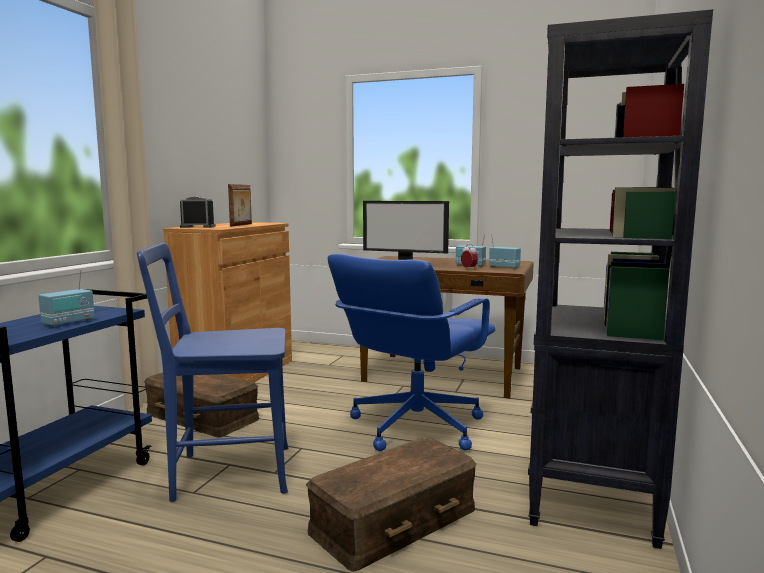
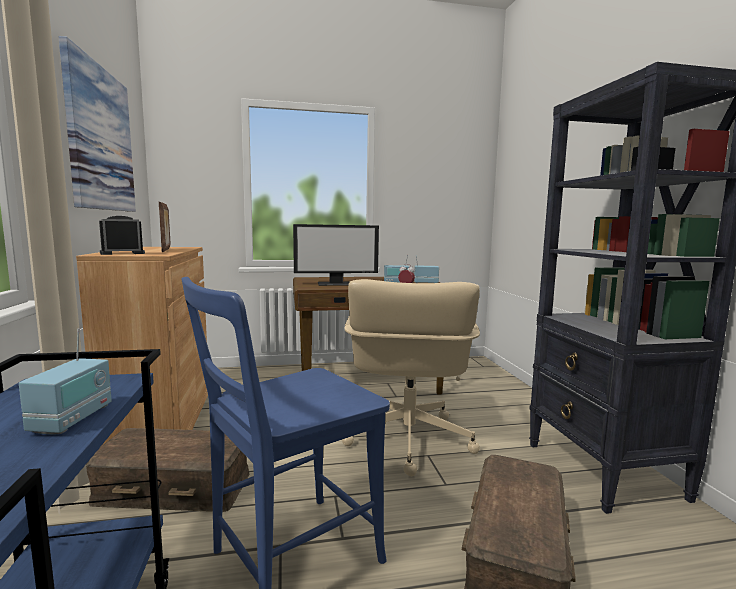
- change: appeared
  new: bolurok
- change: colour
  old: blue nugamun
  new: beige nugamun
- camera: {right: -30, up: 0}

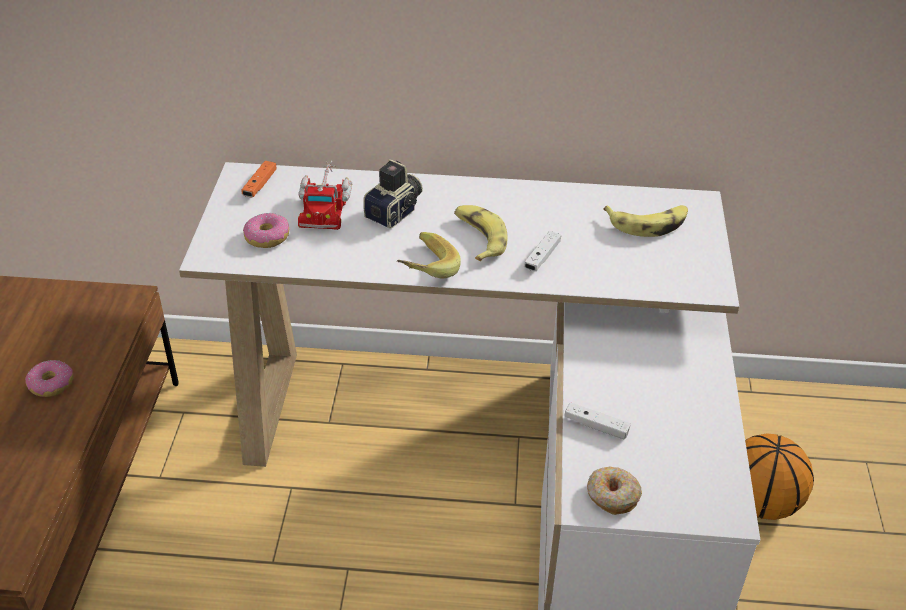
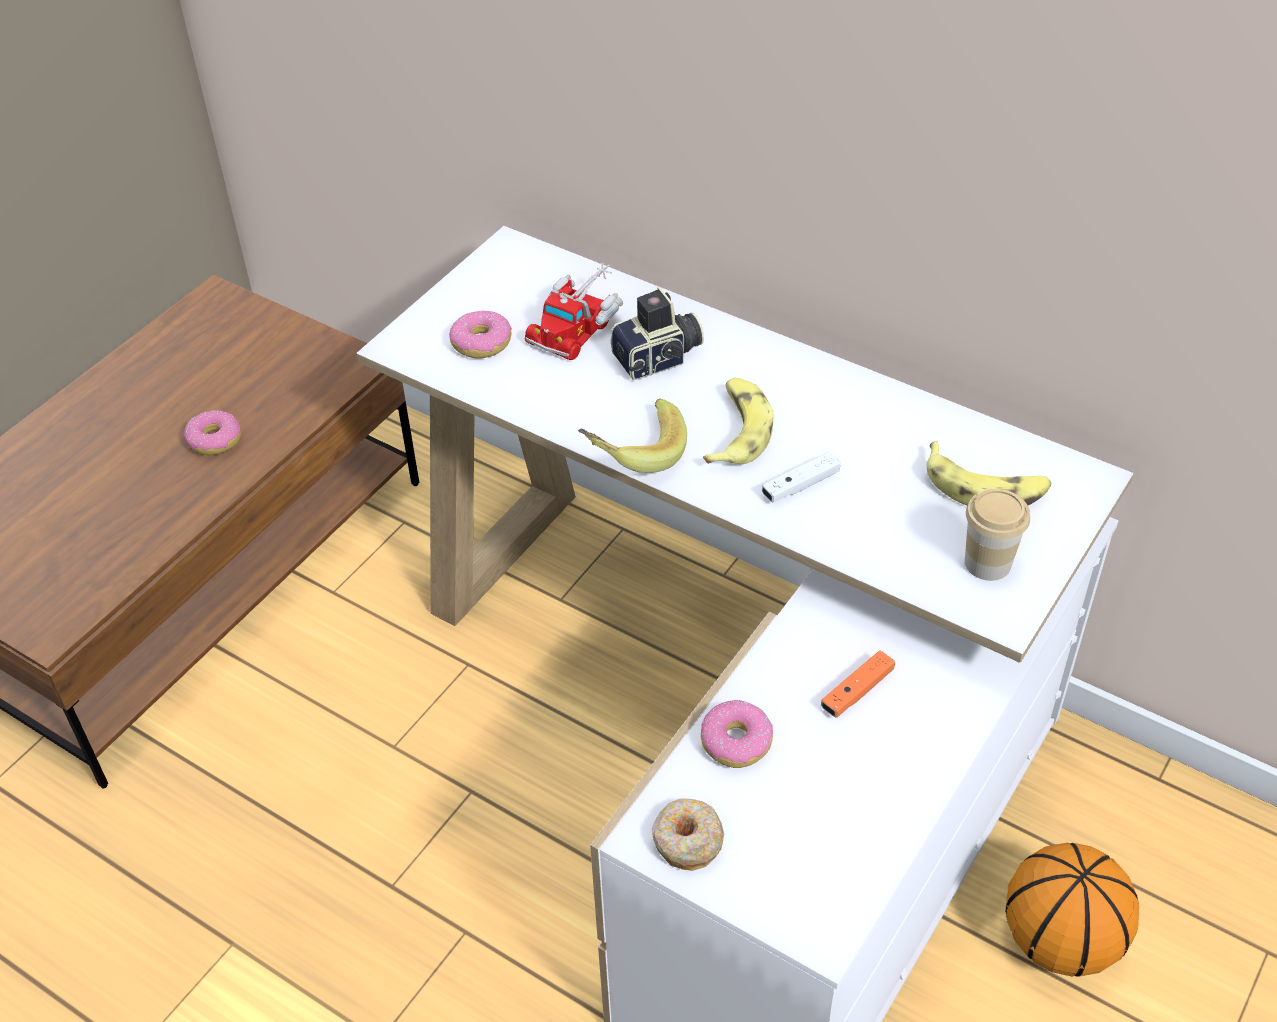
- change: exchanged
  old: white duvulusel (no. 2 from left)
  new: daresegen (no. 4 from left)
- change: relocated
  old: orange duvulusel
- change: appeared
  new: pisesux
- camera: {right: 30, up: 5}

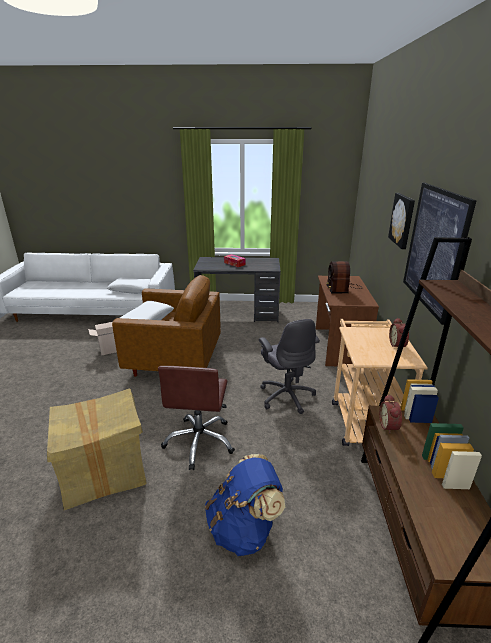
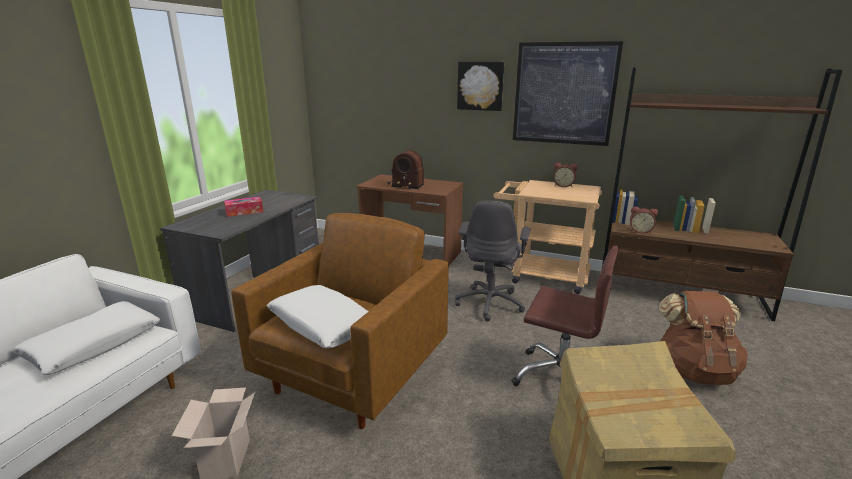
- change: spun
  old: grey nugamun
  degrees: 105
- change: colour
  old: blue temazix
  new: brown temazix
- camera: {right: -70, up: -5}

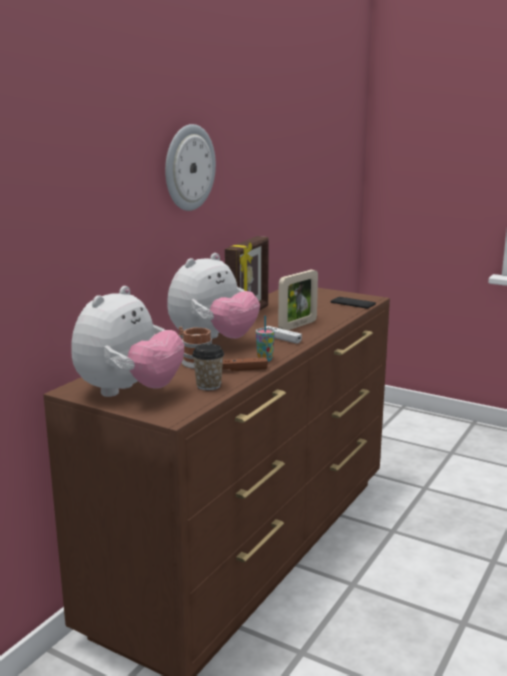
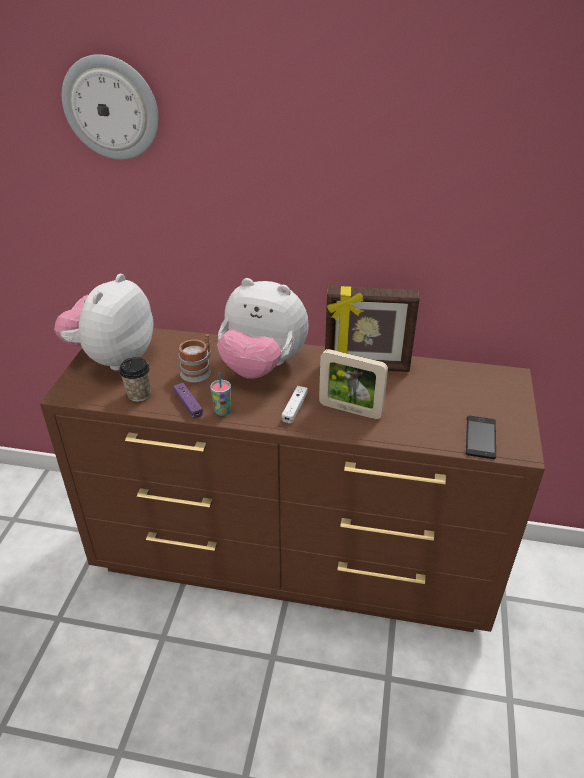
- change: spun
  old: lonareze (no. 1 from left)
  degrees: 105
- change: relocated
  old: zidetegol
- change: colour
  old: brown duvulusel
  new: purple duvulusel
- camera: {right: 70, up: 20}

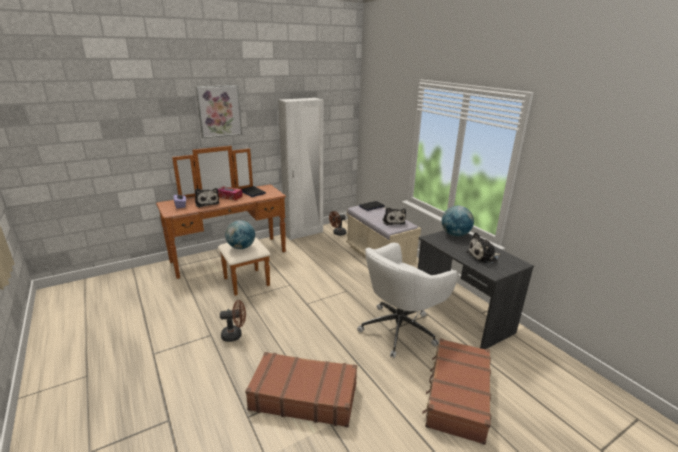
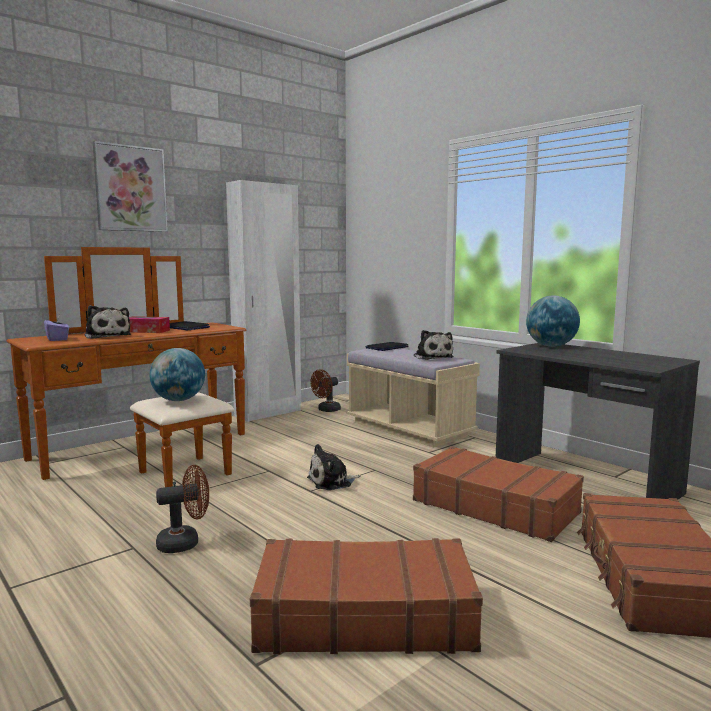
- change: relocated
  old: lonareze (no. 3 from left in the first image)
  new: lonareze (no. 2 from left)
- change: exchanged
  old: white nugamun
  new: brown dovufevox (no. 2 from left)
- camera: {right: -10, up: -15}

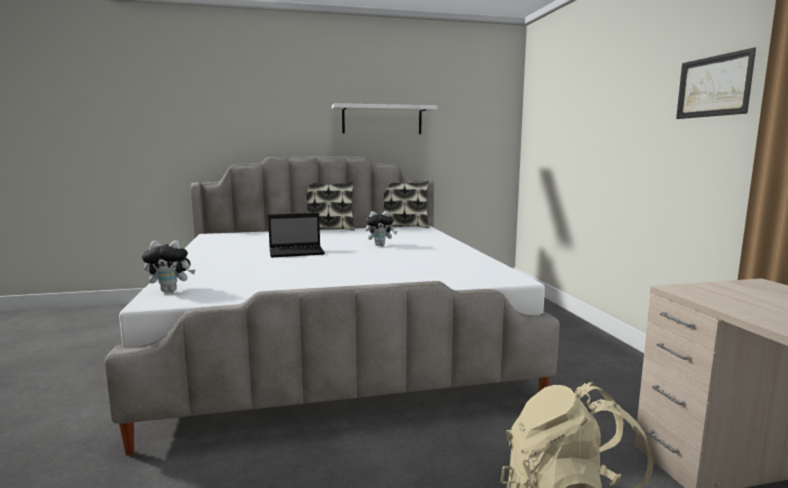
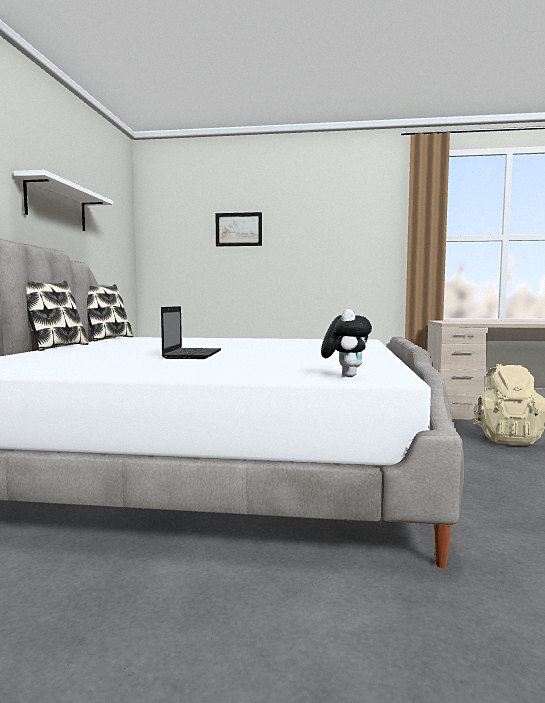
- change: relocated
  old: bolurok
- change: missing
  old: lonareze (no. 2 from left)
- camera: {right: -70, up: -5}

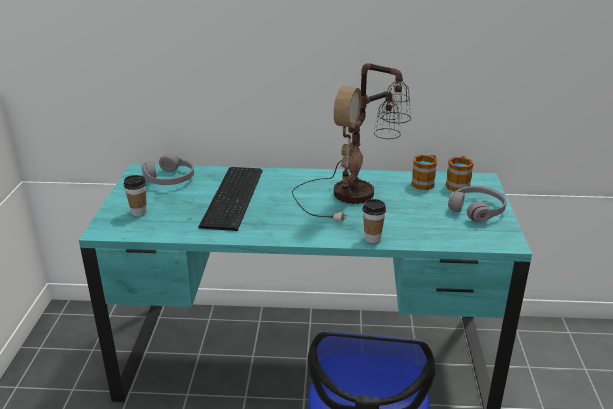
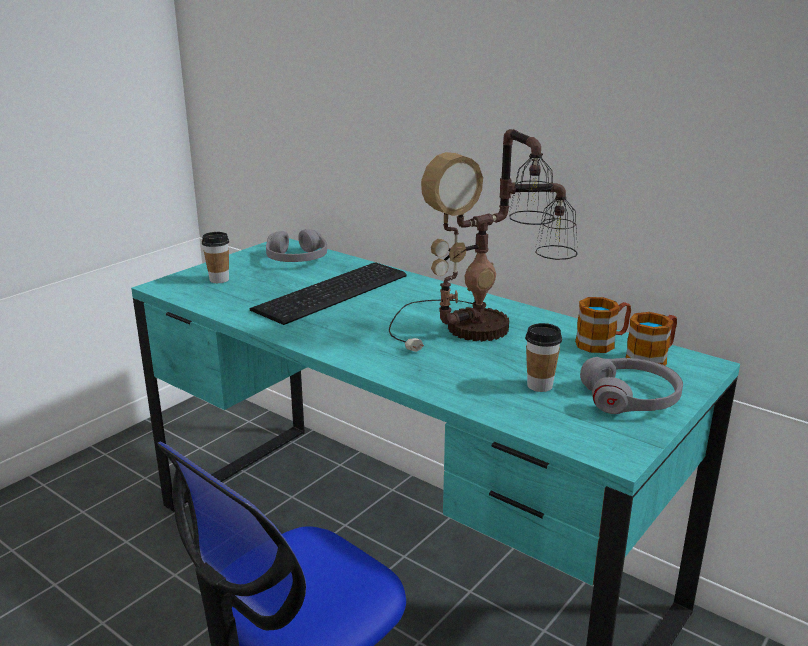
- change: relocated
  old: pisesux (no. 2 from left)
- camera: {right: 35, up: -5}

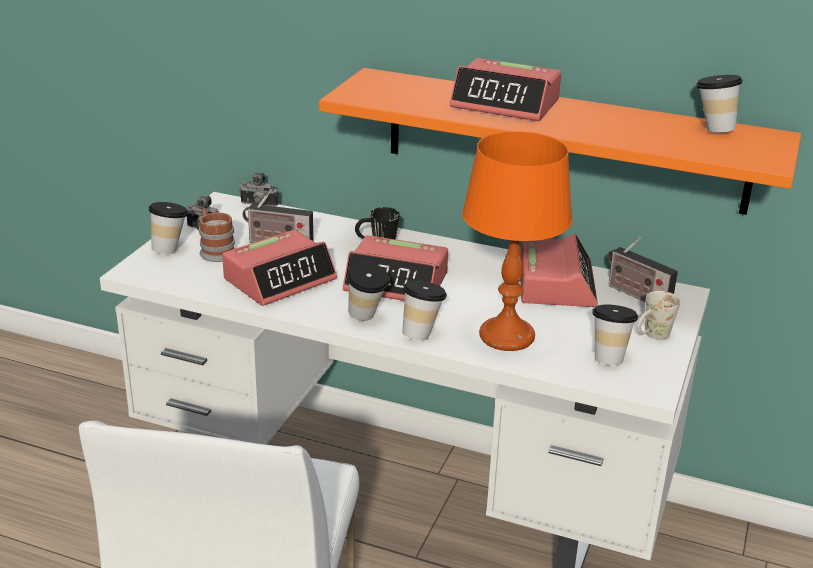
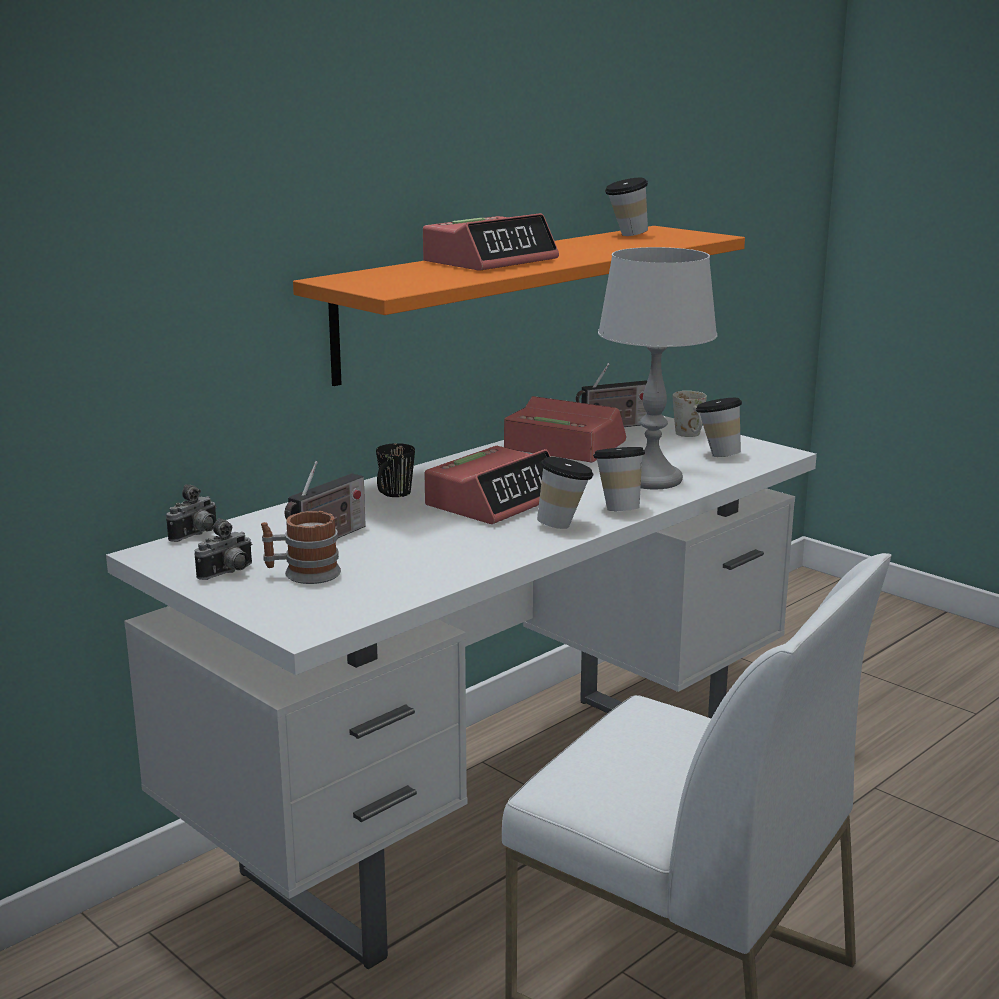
- change: colour
  old: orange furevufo
  new: grey furevufo
- change: missing
  old: pisesux (no. 1 from left)
- change: missing
  old: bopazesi (no. 1 from left)
- camera: {right: -65, up: -10}

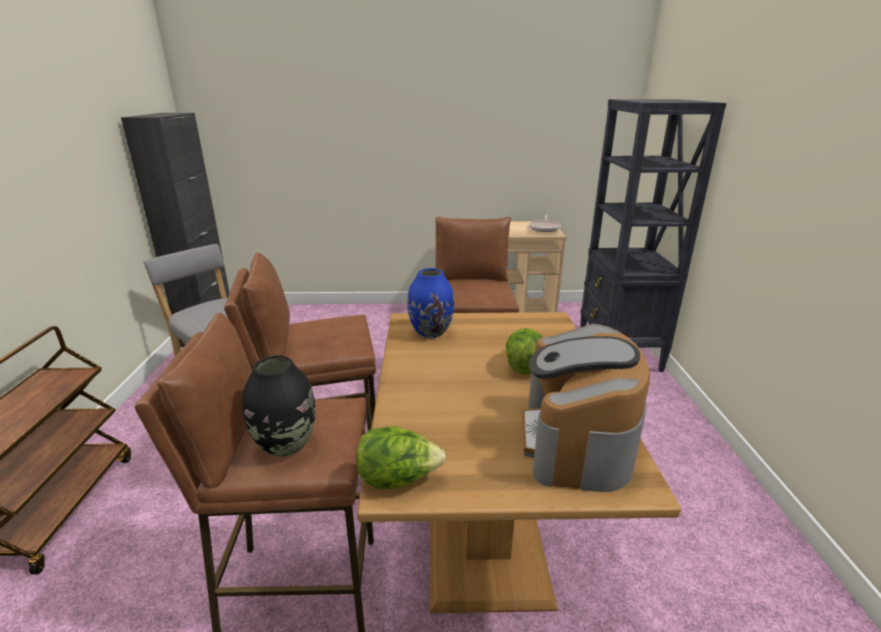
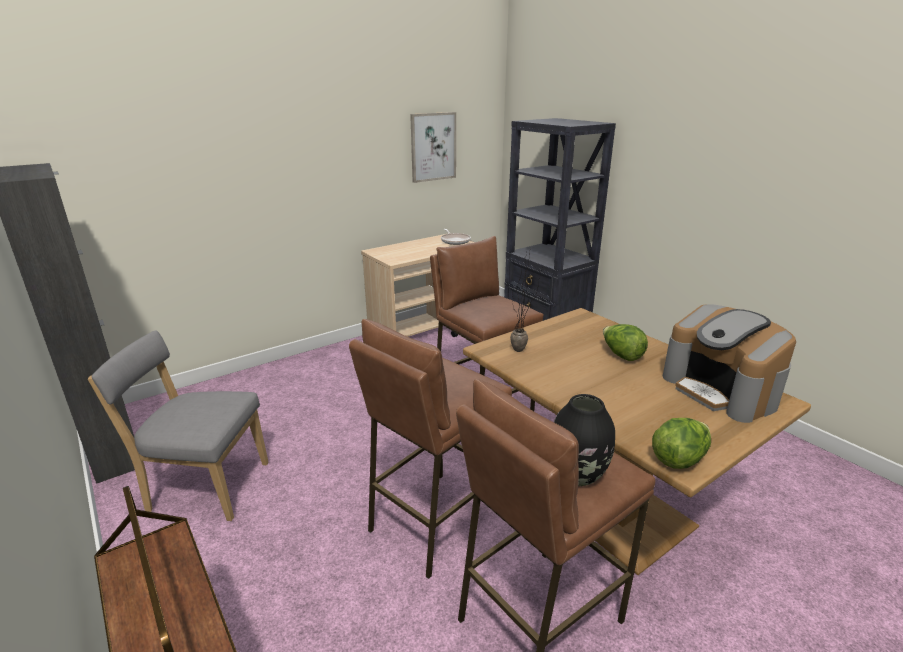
- change: appeared
  new: bolurok
- change: exchanged
  old: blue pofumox
  new: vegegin
- camera: {right: -35, up: 0}

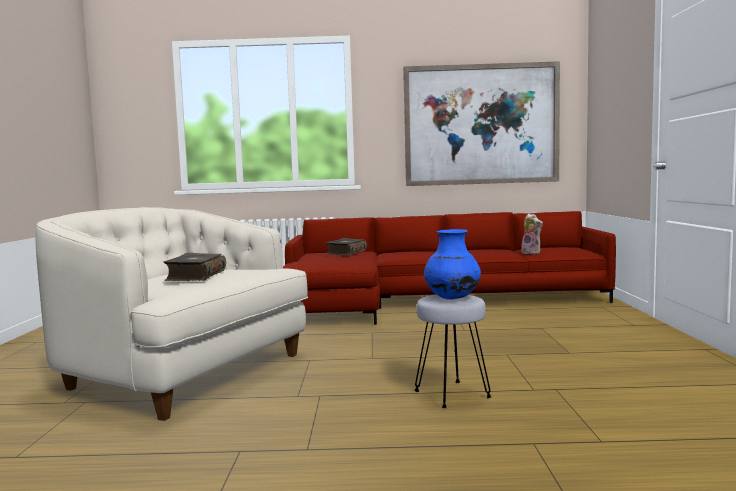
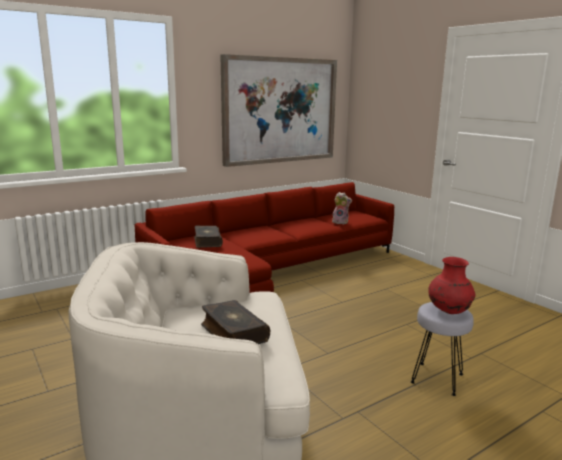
- change: colour
  old: blue pofumox
  new: red pofumox
- camera: {right: -35, up: 10}

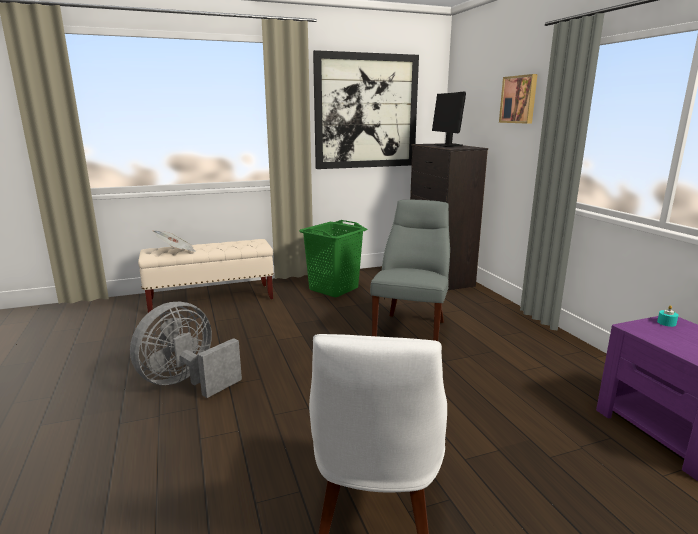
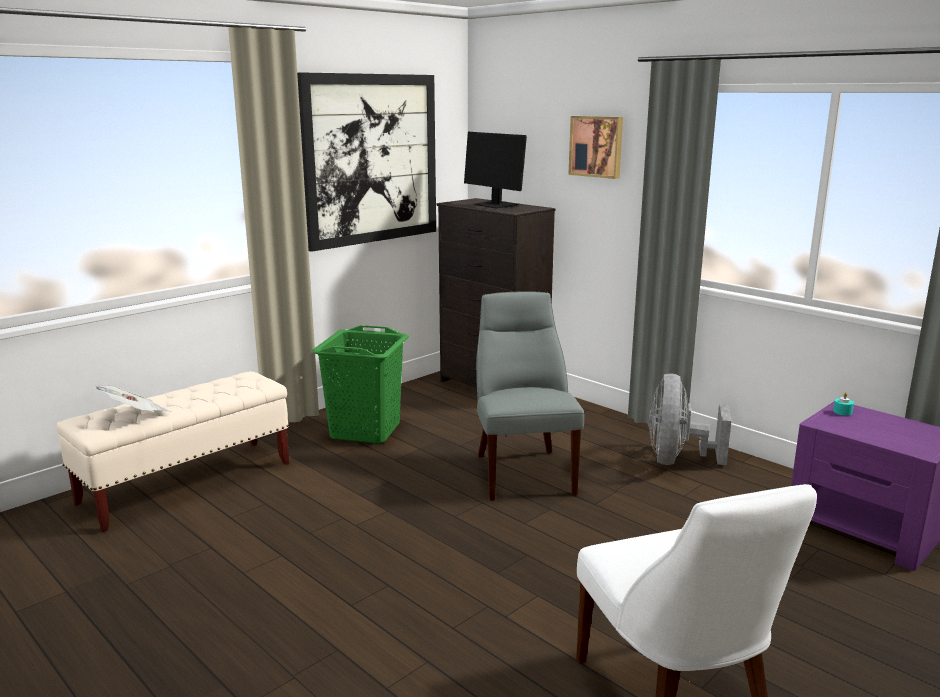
- change: relocated
  old: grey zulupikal
- camera: {right: -25, up: 0}

